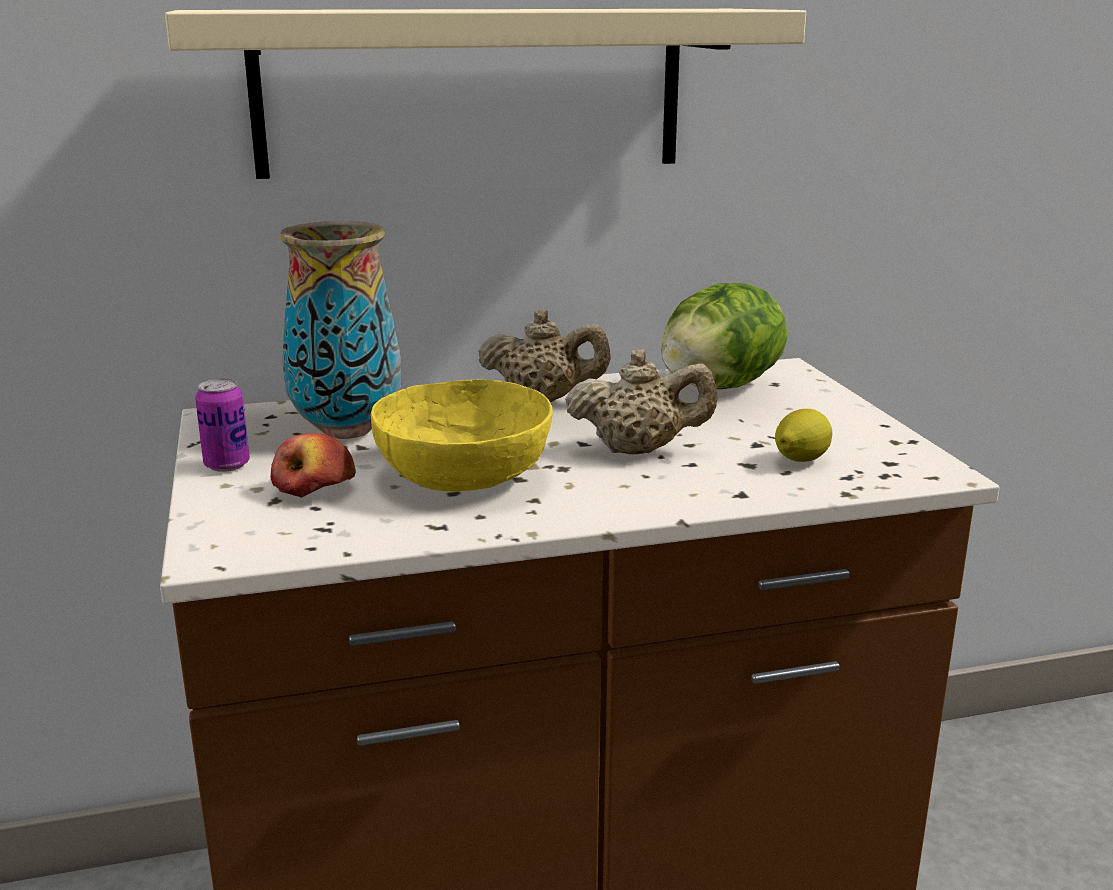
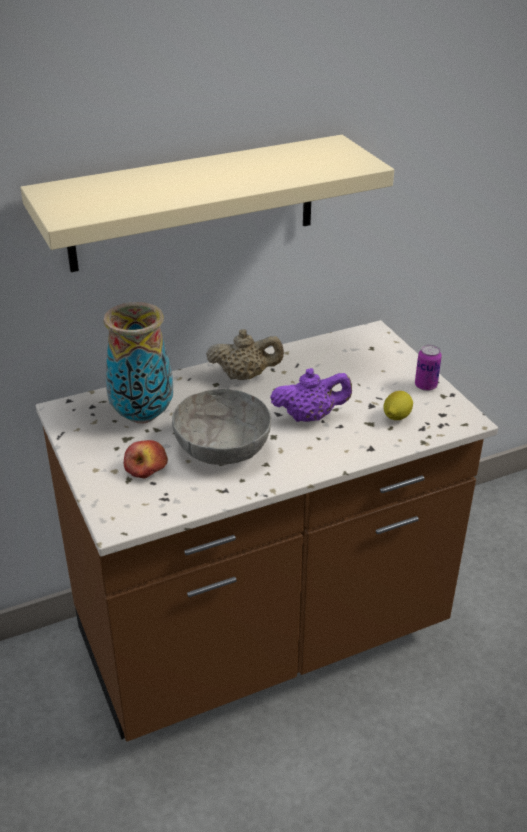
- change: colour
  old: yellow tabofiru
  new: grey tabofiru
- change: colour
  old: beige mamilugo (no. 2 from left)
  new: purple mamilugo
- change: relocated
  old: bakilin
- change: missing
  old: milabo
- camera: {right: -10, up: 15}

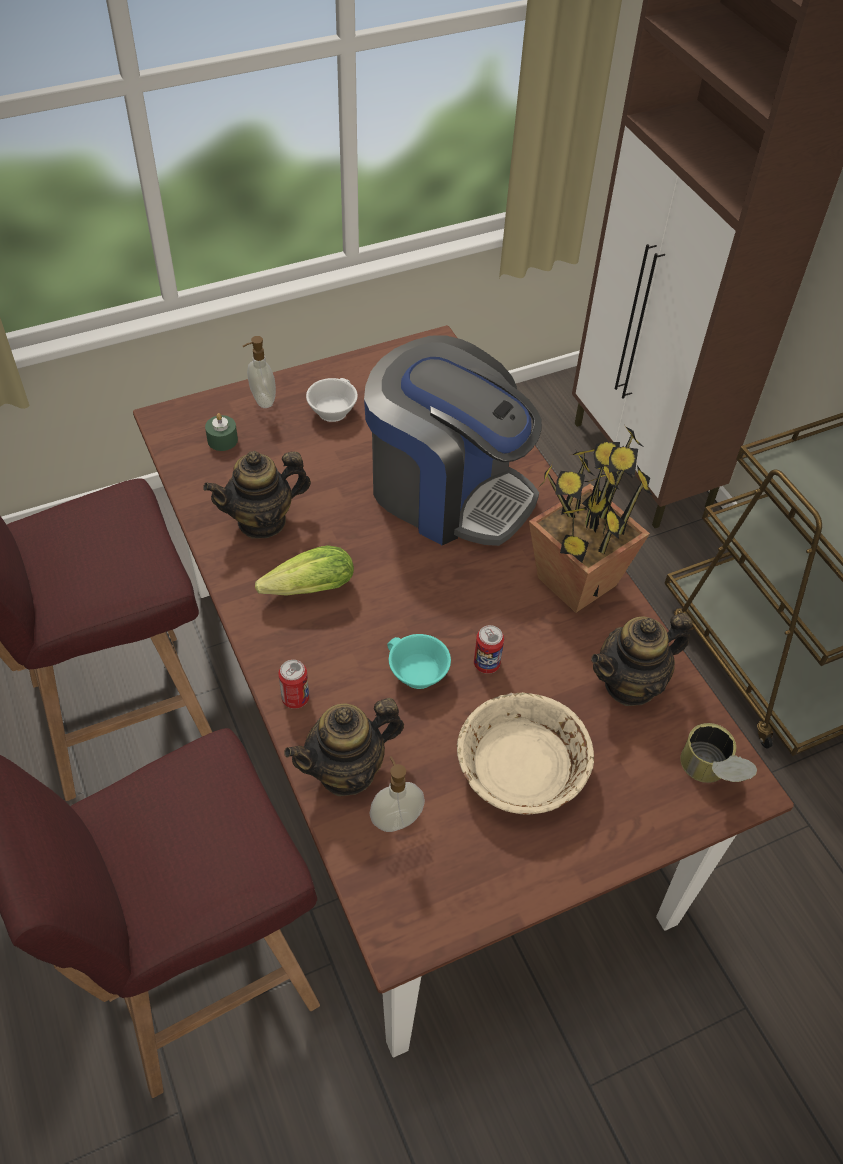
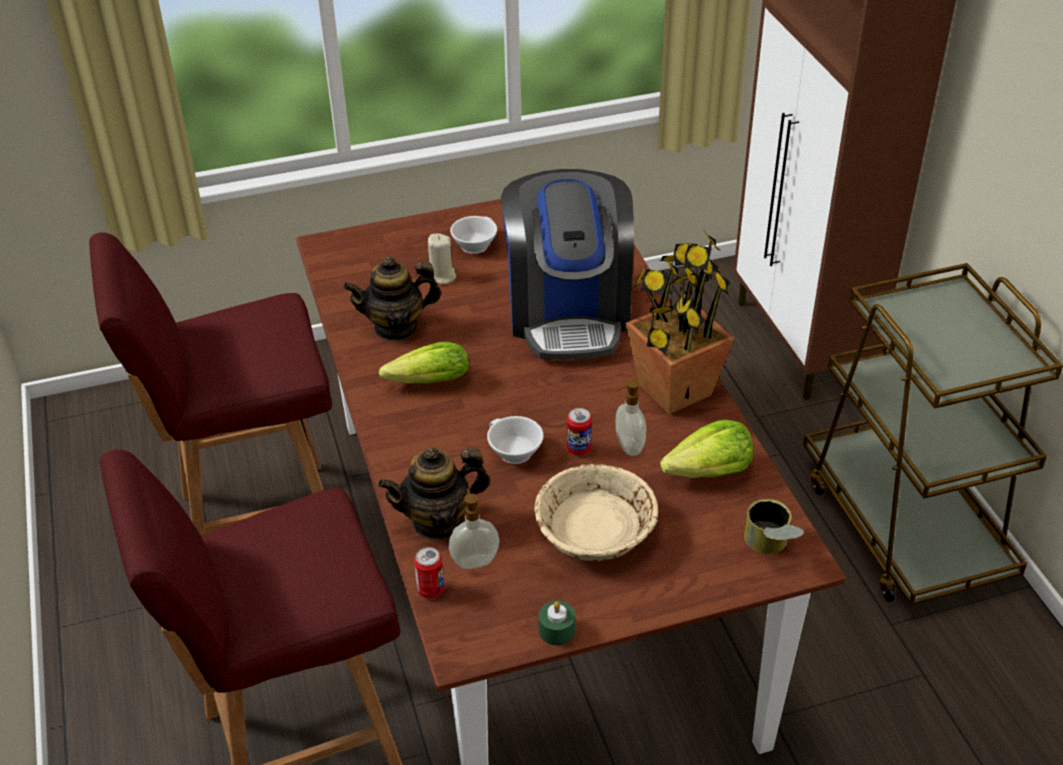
- change: relocated
  old: bakilin (no. 1 from left)
- change: appeared
  new: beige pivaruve
- change: colour
  old: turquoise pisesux
  new: white pisesux (no. 2 from left)
- change: spun
  old: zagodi
  degrees: 45
- change: relocated
  old: green pivaruve
- change: relocated
  old: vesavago (no. 1 from left in the first image)
  new: vesavago (no. 2 from left)
- change: exchanged
  old: mamilugo (no. 3 from left)
  new: milabo (no. 2 from left)
- camera: {right: 10, up: -10}

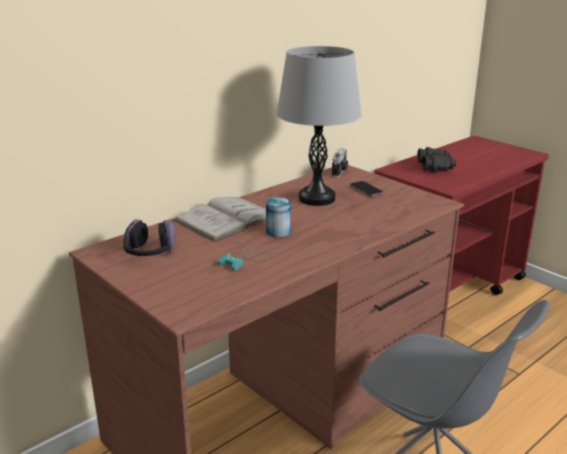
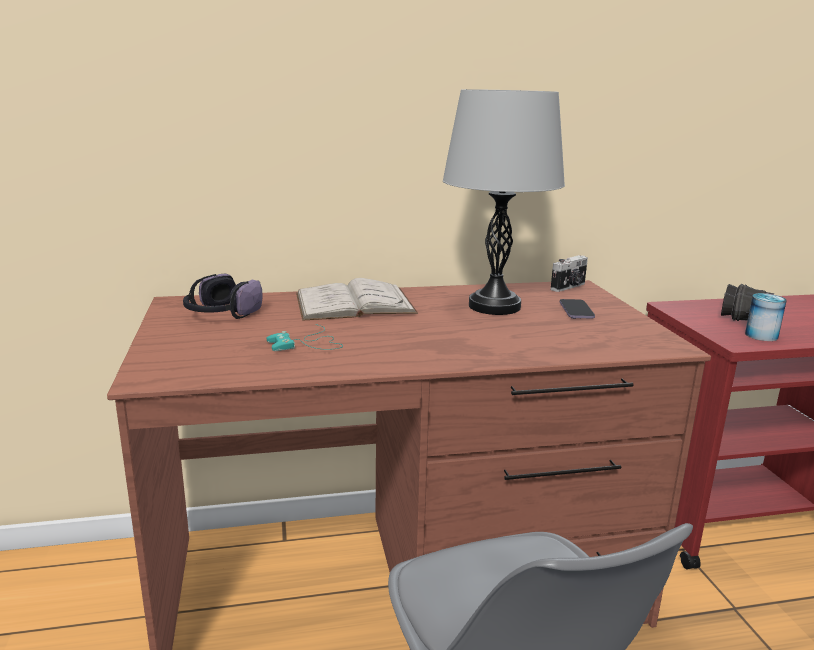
- change: relocated
  old: bakilin
- camera: {right: 30, up: -5}

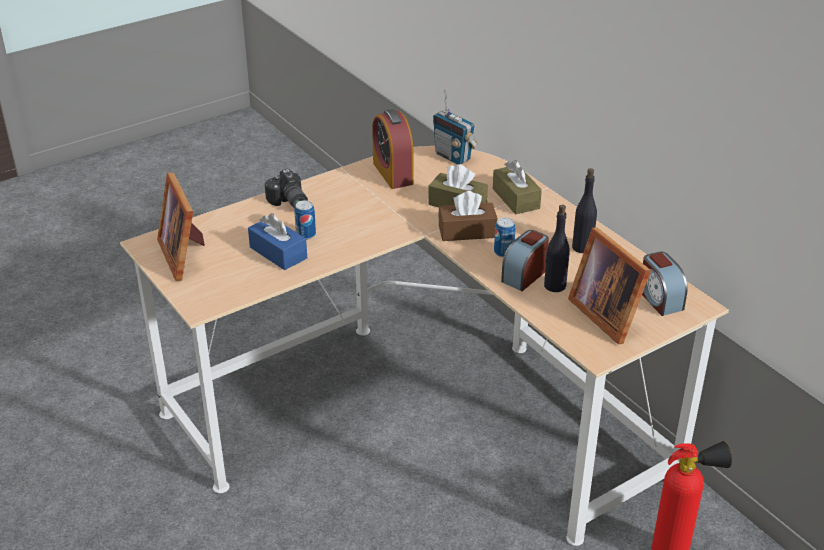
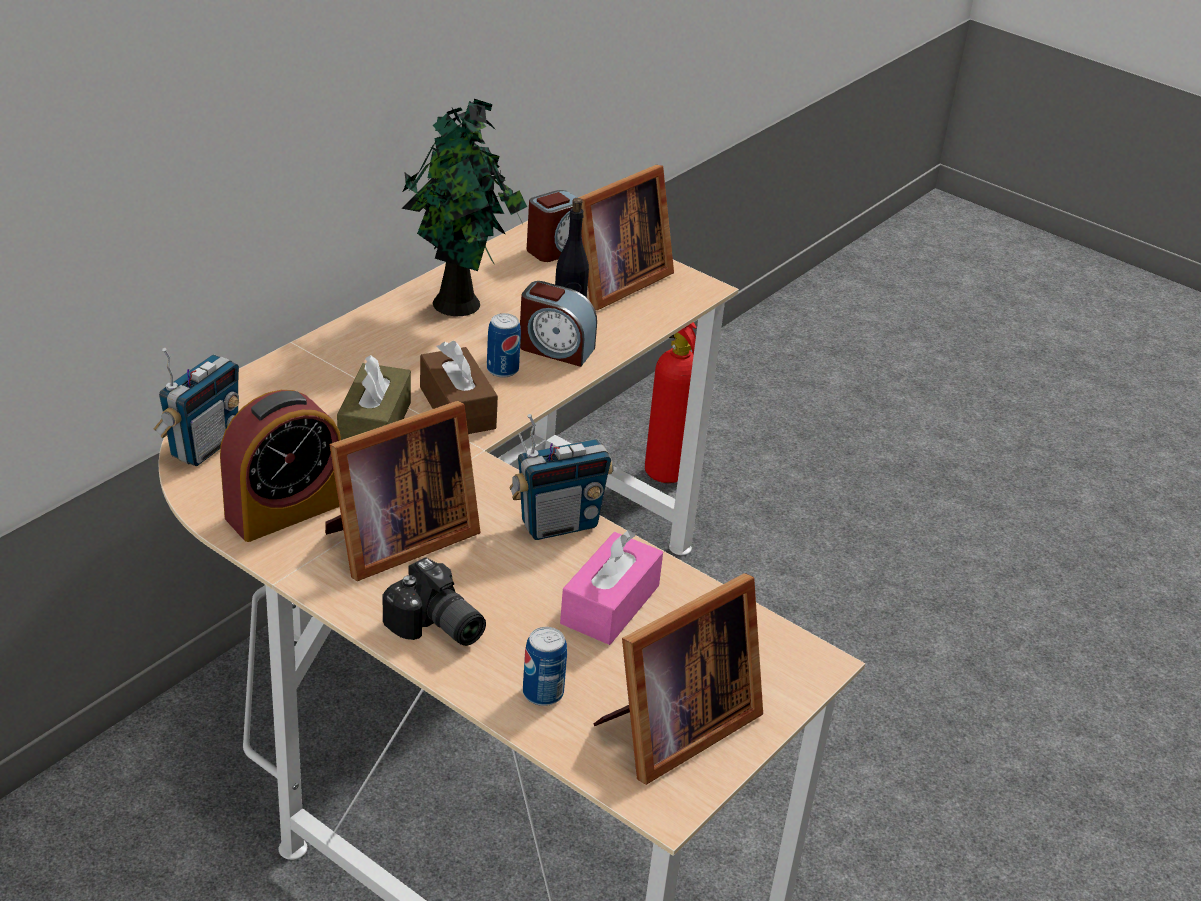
- change: appeared
  new: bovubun (no. 1 from left)
- change: spun
  old: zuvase
  degrees: 90
- change: exchanged
  old: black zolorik (no. 2 from left)
  new: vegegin
- change: appeared
  new: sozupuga (no. 2 from left)
- change: relocated
  old: bakilin (no. 1 from left in the first image)
  new: bakilin (no. 2 from left)
- change: colour
  old: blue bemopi
  new: pink bemopi
- change: missing
  old: brown bemopi (no. 3 from left)
- camera: {right: -110, up: 0}

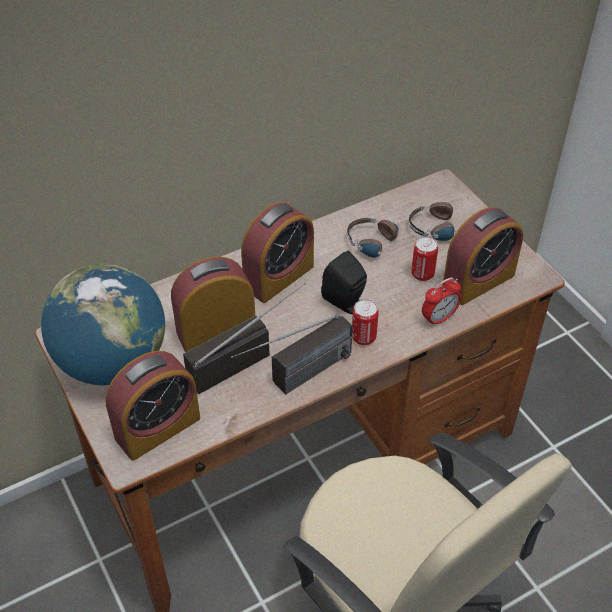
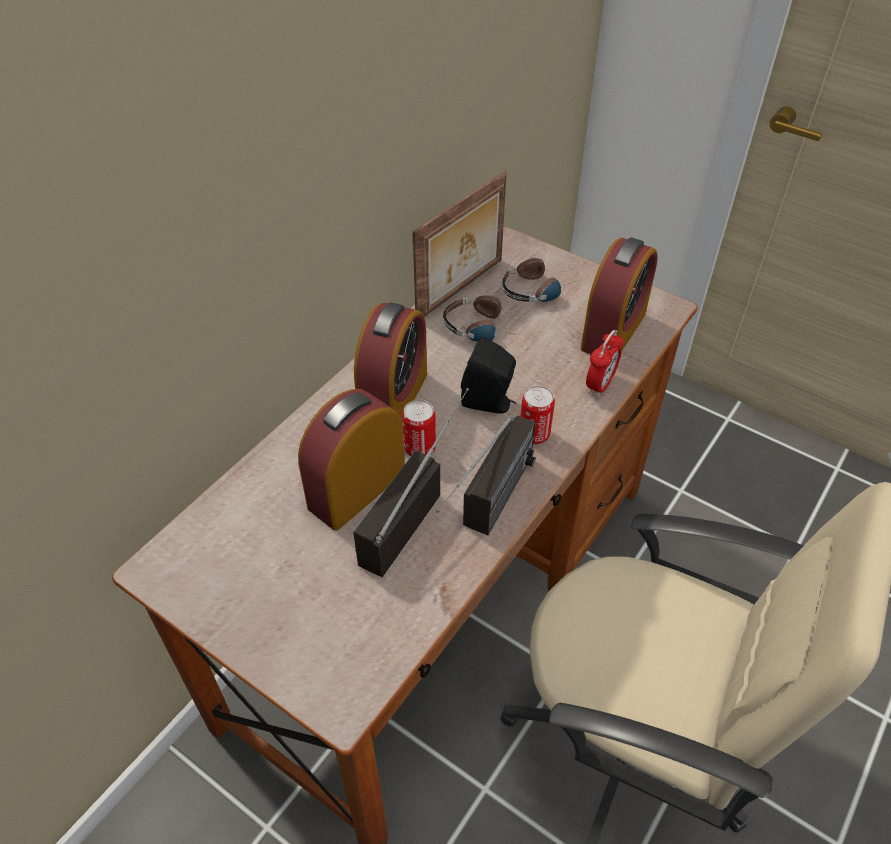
- change: relocated
  old: bakilin (no. 2 from left in the first image)
  new: bakilin (no. 1 from left)
- change: appeared
  new: bovubun
- change: missing
  old: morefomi
- change: missing
  old: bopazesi (no. 1 from left)
- camera: {right: -25, up: 0}

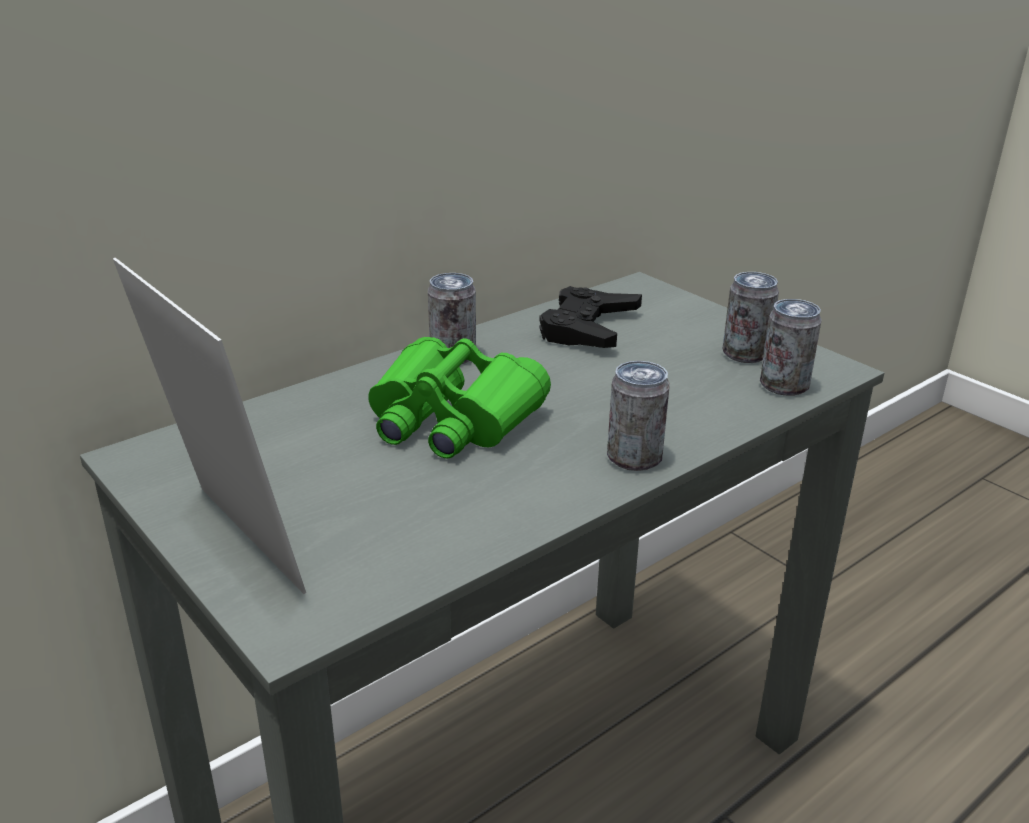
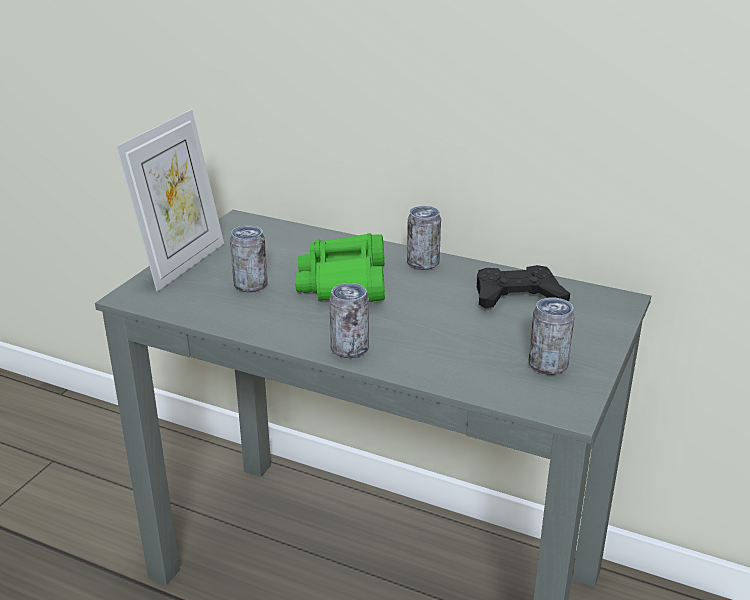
- change: relocated
  old: bakilin (no. 4 from left in the first image)
  new: bakilin (no. 1 from left)
- camera: {right: 65, up: 0}

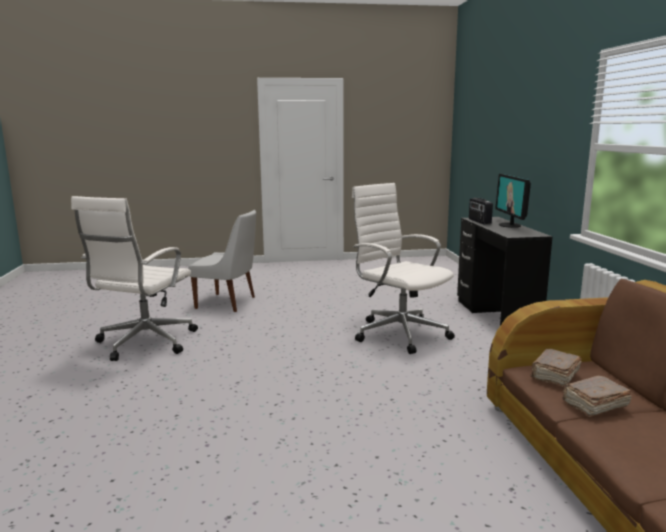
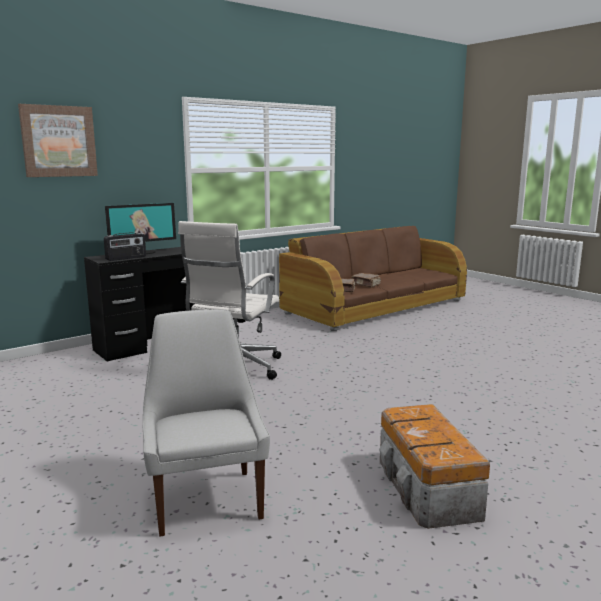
- change: appeared
  new: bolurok
- change: exchanged
  old: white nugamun (no. 1 from left)
  new: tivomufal
- camera: {right: -120, up: 0}

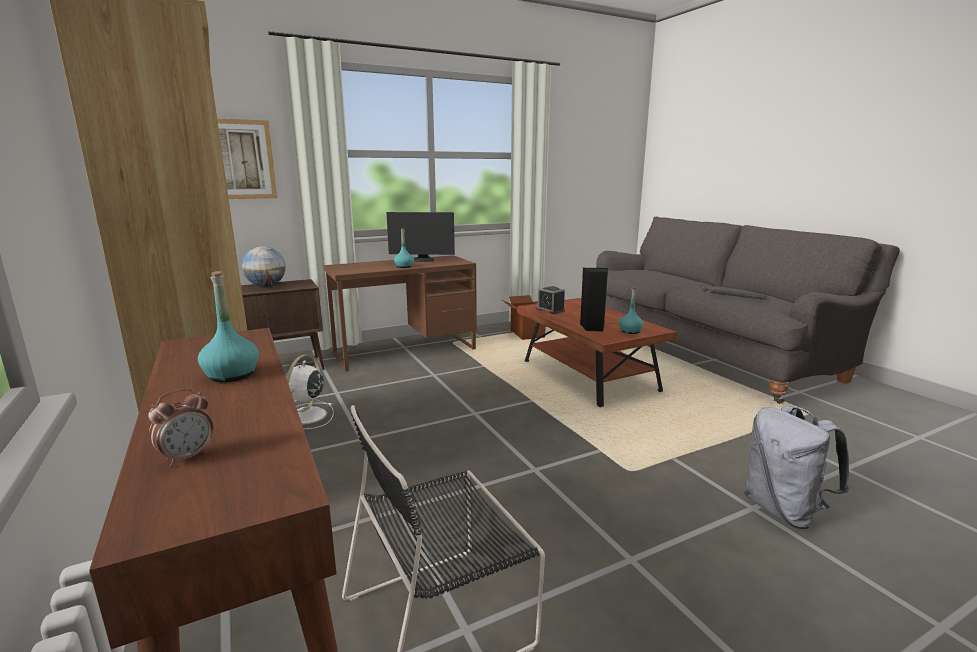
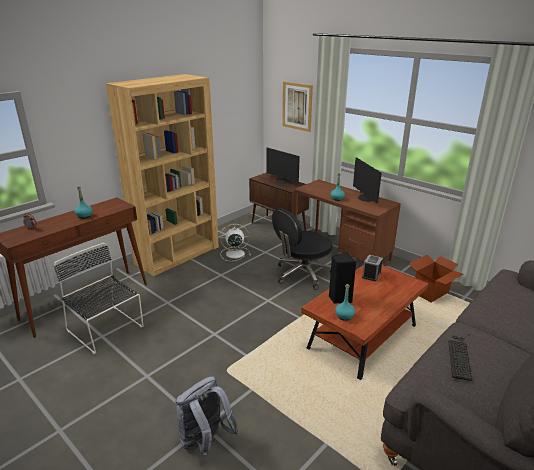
- change: exchanged
  old: morefomi
  new: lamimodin (no. 1 from left)
- change: appeared
  new: black nugamun
- camera: {right: 70, up: 10}

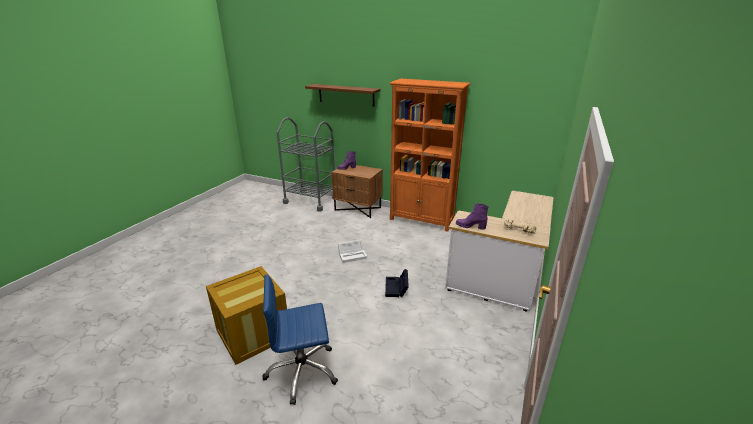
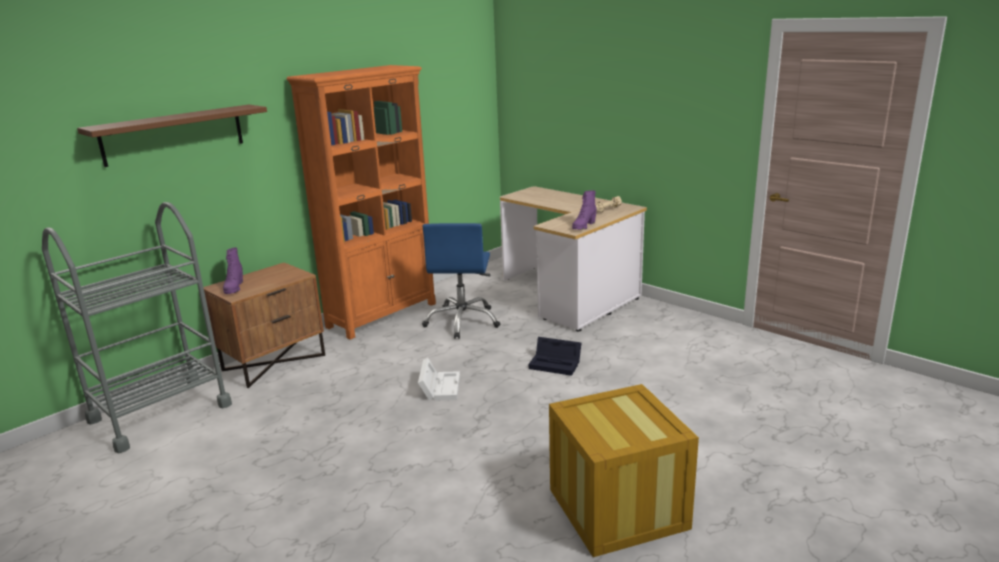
- change: relocated
  old: blue nugamun
- camera: {right: -70, up: -5}

